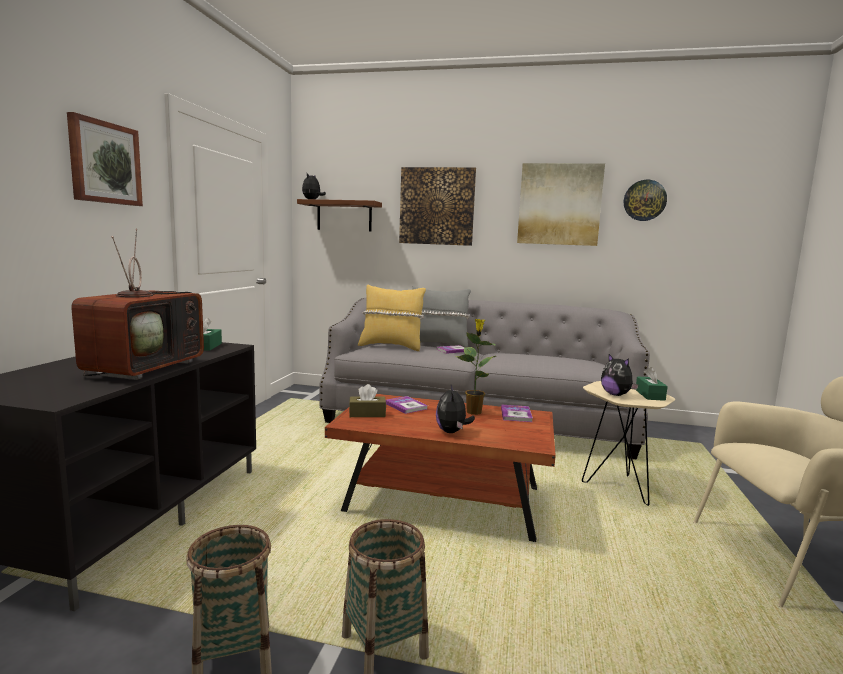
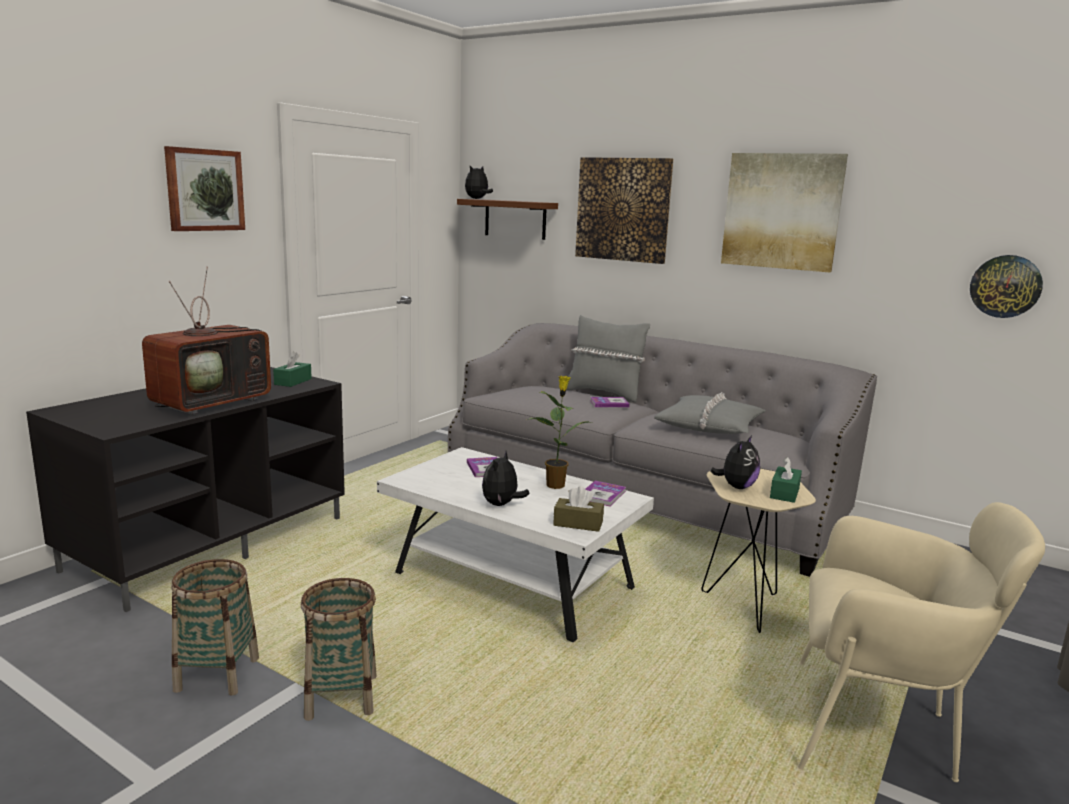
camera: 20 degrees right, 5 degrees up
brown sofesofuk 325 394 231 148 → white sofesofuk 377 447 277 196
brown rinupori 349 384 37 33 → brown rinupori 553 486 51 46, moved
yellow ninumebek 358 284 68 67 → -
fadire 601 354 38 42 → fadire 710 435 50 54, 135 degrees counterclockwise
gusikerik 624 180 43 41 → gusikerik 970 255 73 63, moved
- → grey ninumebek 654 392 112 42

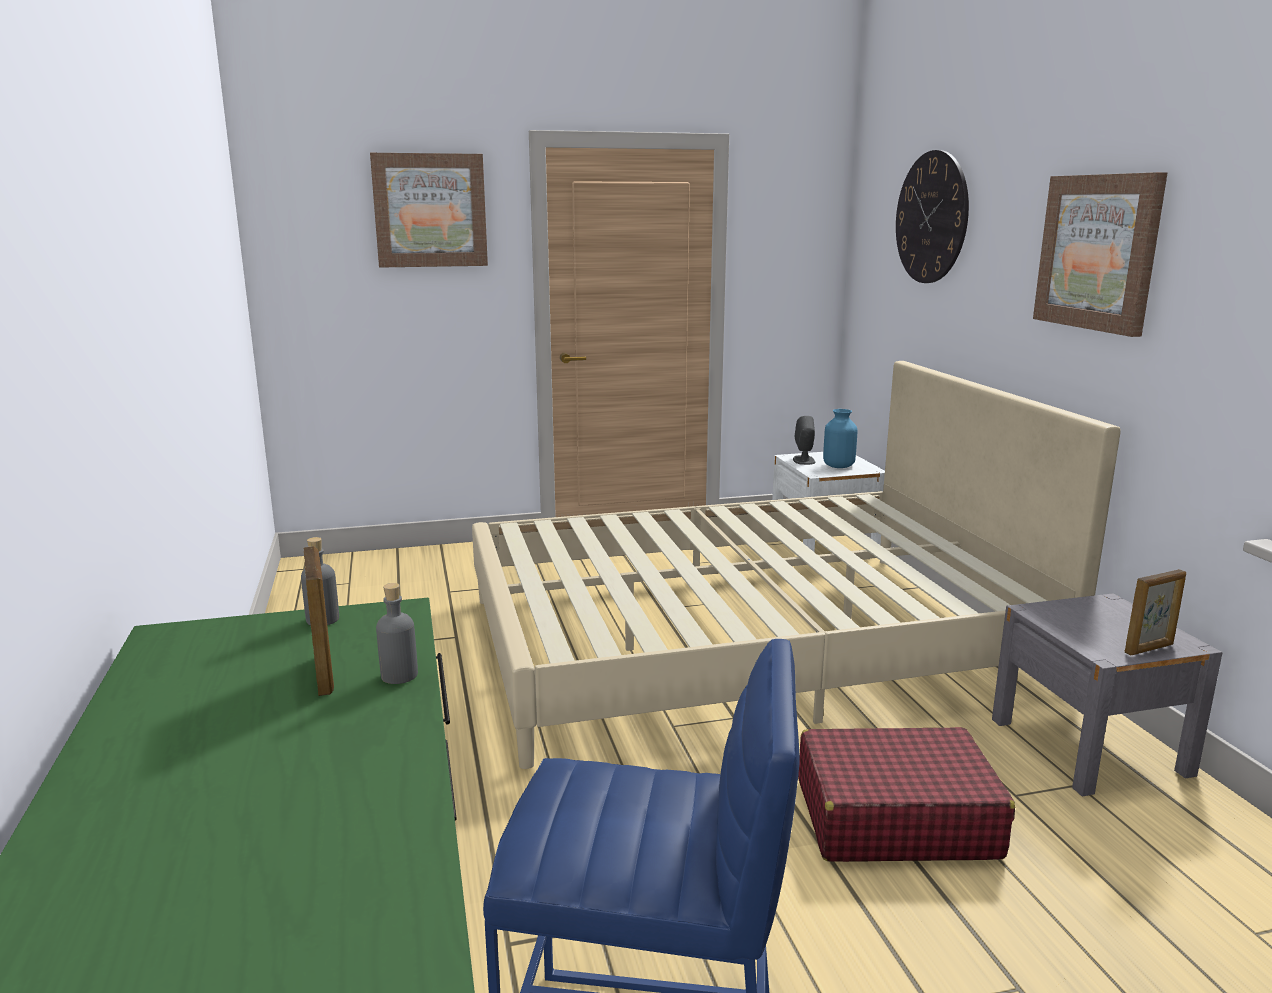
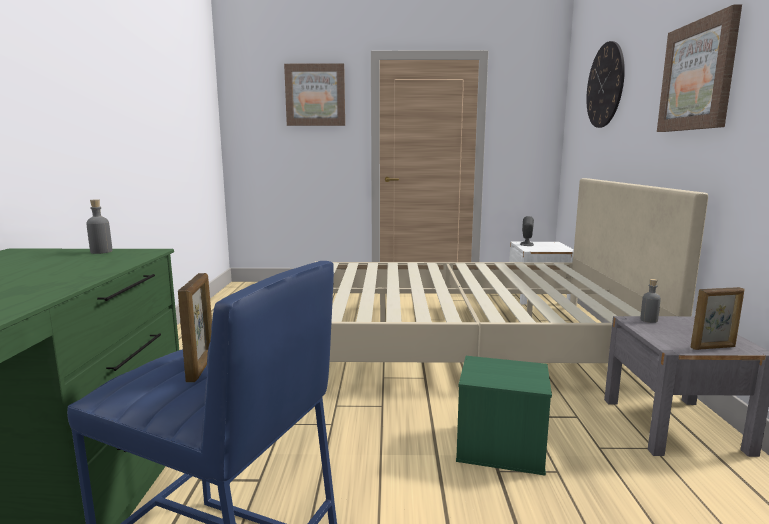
camera: 15 degrees right, 5 degrees down
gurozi 304 546 30 150 → gurozi 178 273 34 109, moved
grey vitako 376 583 42 101 → grey vitako 640 279 21 44, moved
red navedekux 798 727 217 135 → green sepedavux 456 356 96 120
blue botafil 823 409 35 59 → -

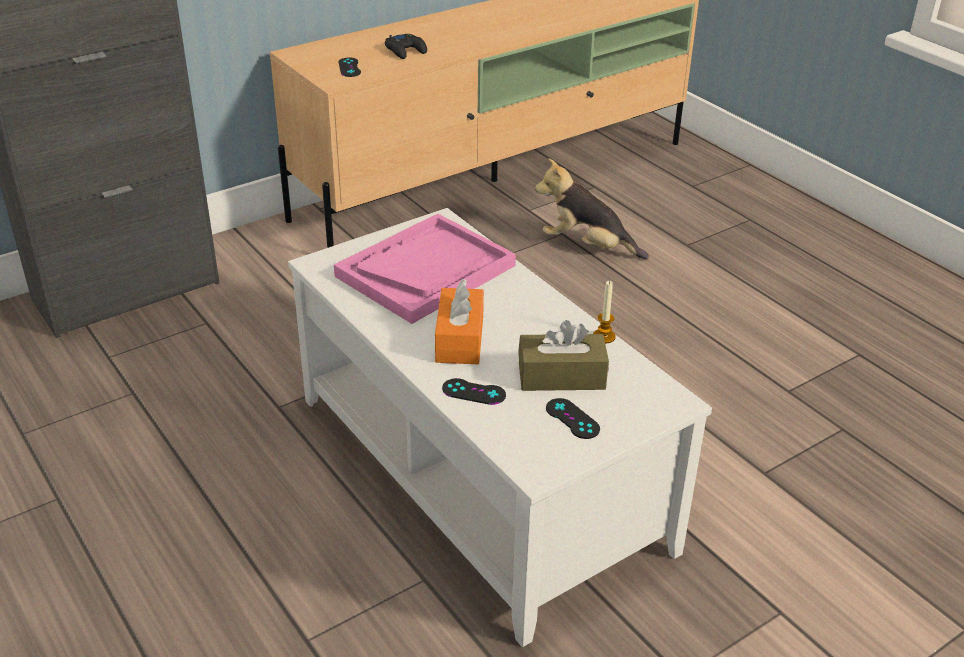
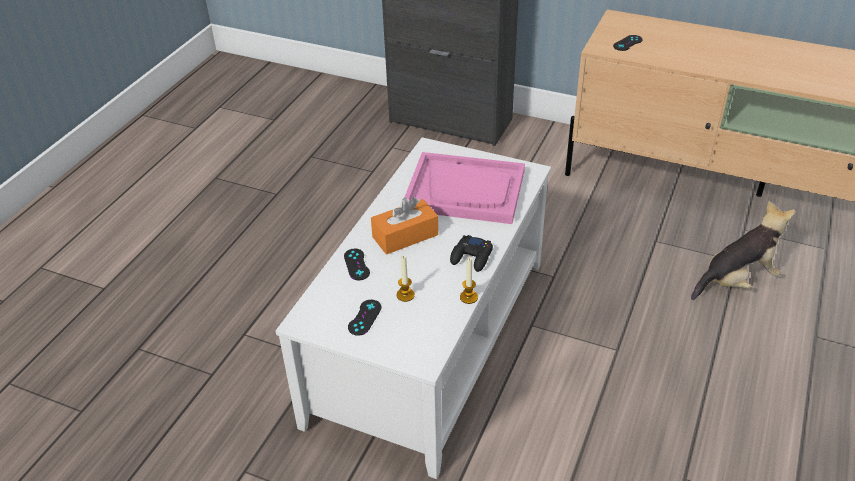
camera: 60 degrees right, 5 degrees up
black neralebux 385 34 42 25 → black neralebux 450 235 43 37, moved
brown rinupori 518 320 91 71 → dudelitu 397 255 18 47
fadire 535 158 114 101 → fadire 691 201 104 99, 75 degrees clockwise

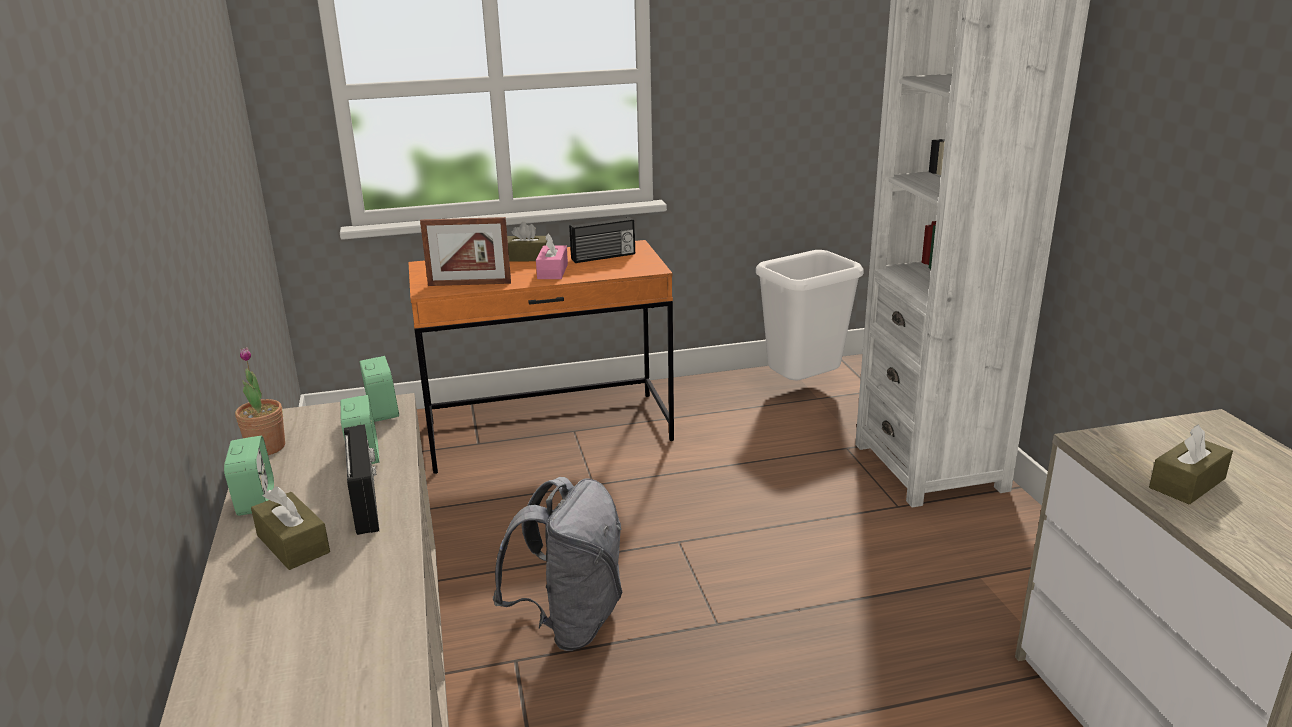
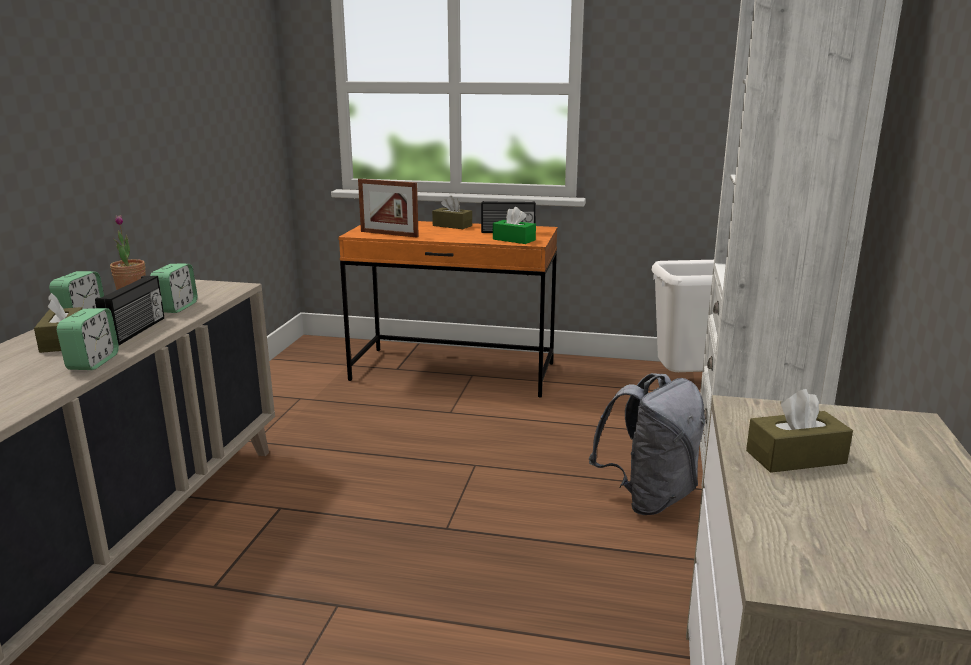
camera: 25 degrees right, 5 degrees down
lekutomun 360 356 39 66 → lekutomun 57 308 62 62, moved
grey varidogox 493 477 129 174 → grey varidogox 589 373 116 142, moved
pink rinupori 536 234 32 45 → -
- → green rinupori 493 207 43 37

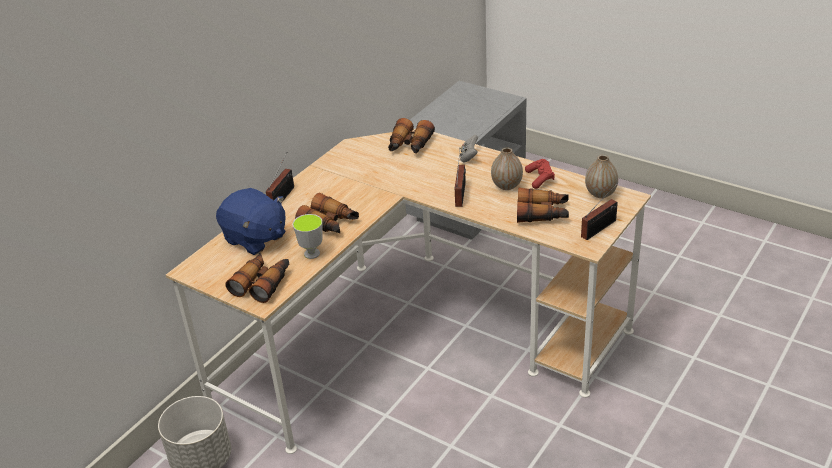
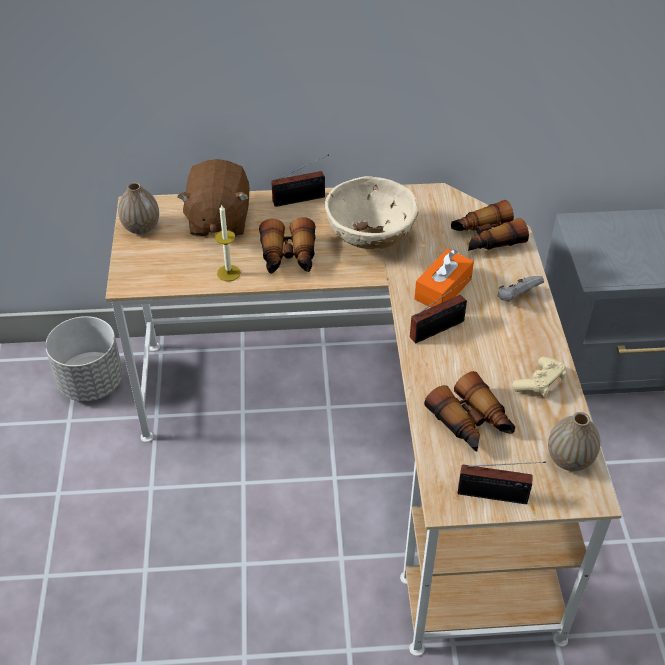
camera: 50 degrees right, 10 degrees up
blue fadire 216 188 70 67 → brown fadire 177 159 73 78
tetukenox 225 253 64 50 → -
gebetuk 292 214 30 45 → dudelitu 215 204 26 77
botafil 491 148 32 42 → botafil 118 182 41 53, moved
red neralebux 525 159 30 30 → beige neralebux 512 356 55 42
- → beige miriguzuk 325 176 94 74
- → orange rinupori 414 249 60 58

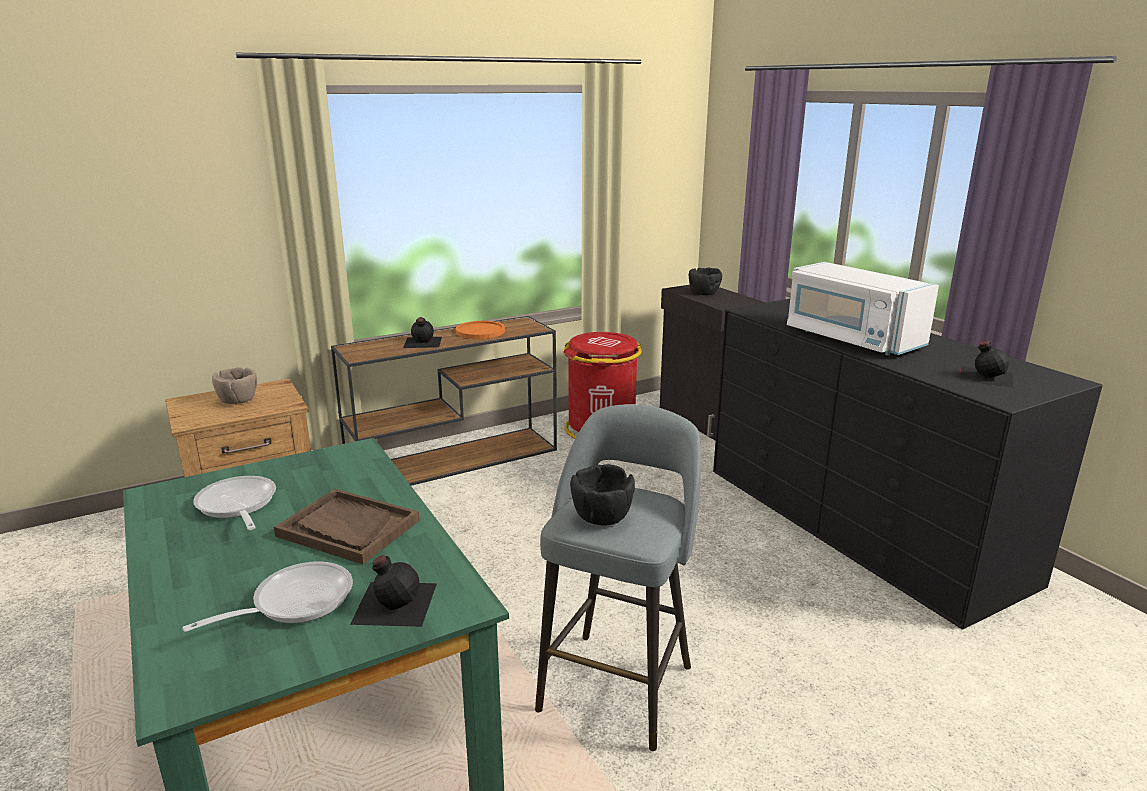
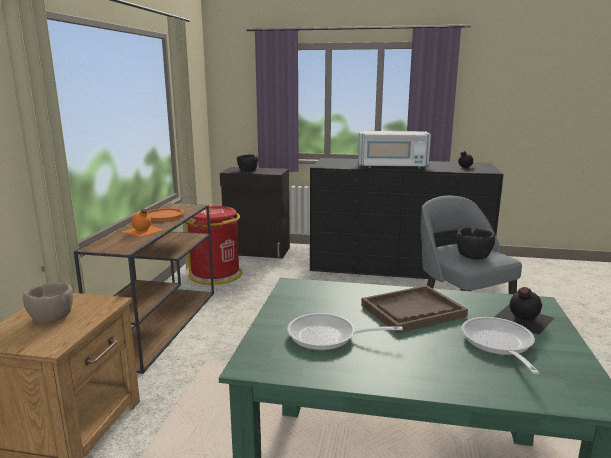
camera: 50 degrees left, 5 degrees down
black vitako 403 317 39 31 → orange vitako 122 209 42 28

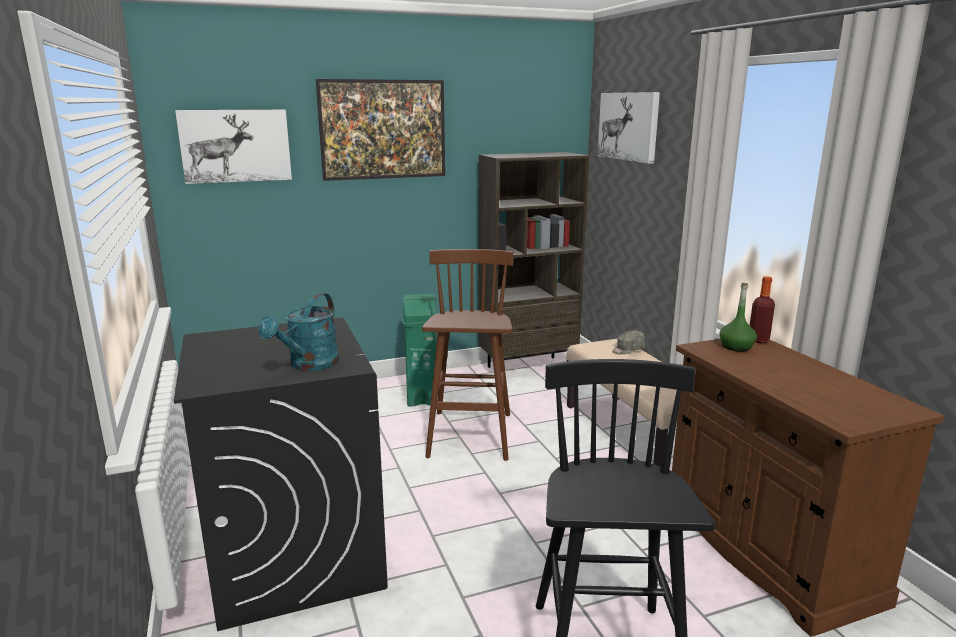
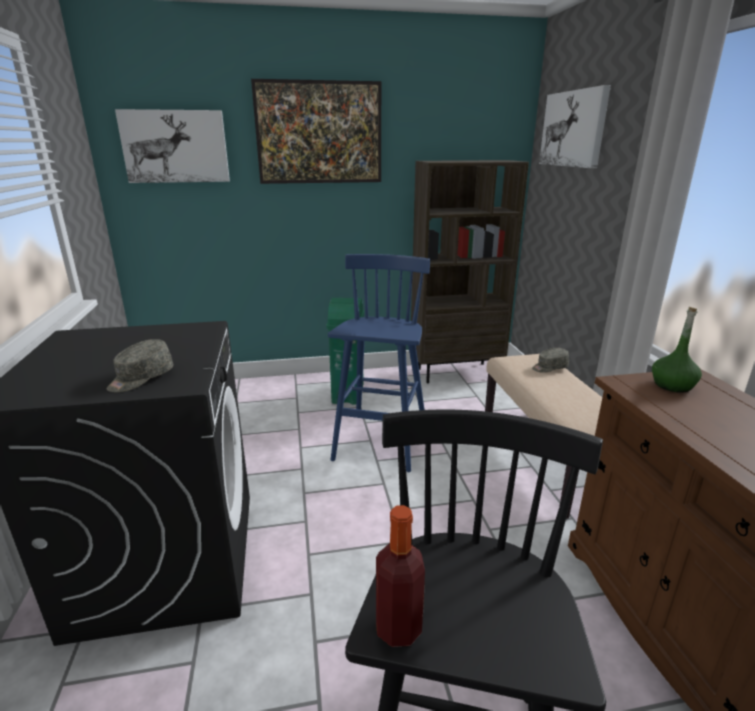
camera: 10 degrees right, 5 degrees up
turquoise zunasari 258 293 81 78 → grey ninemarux 106 339 67 53
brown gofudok 422 249 91 212 → blue gofudok 328 254 102 218
vitako 750 276 25 67 → vitako 376 505 49 142, moved

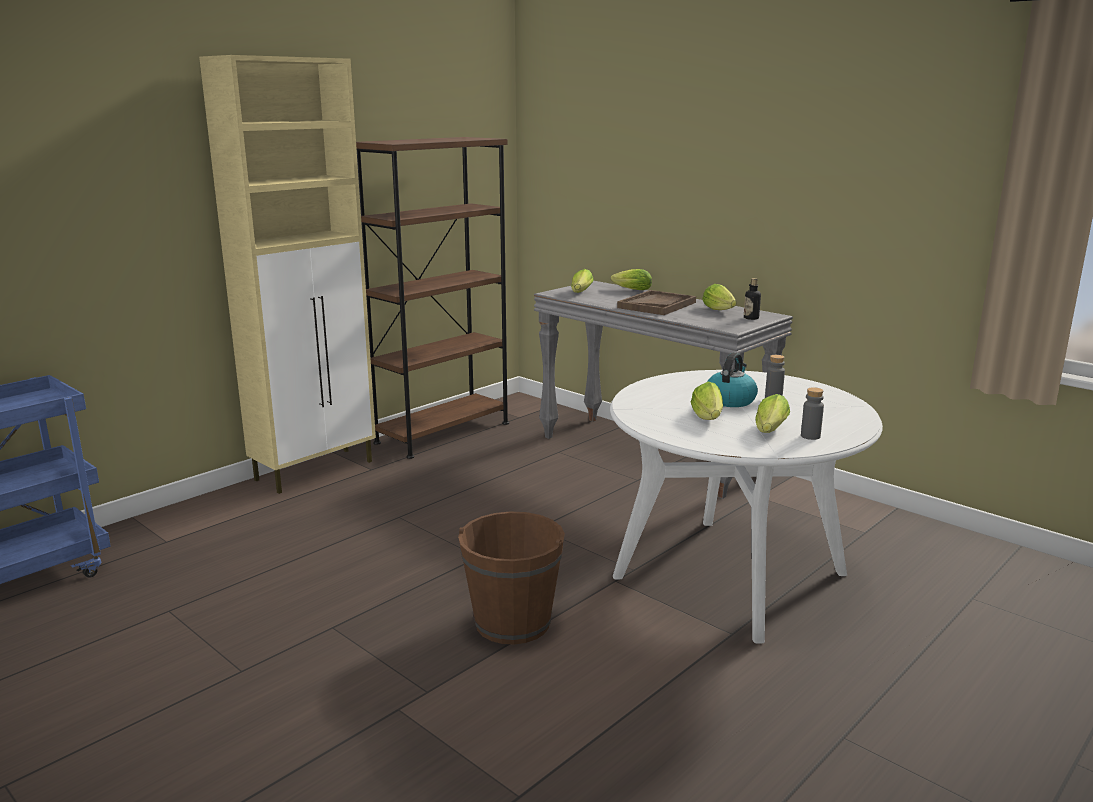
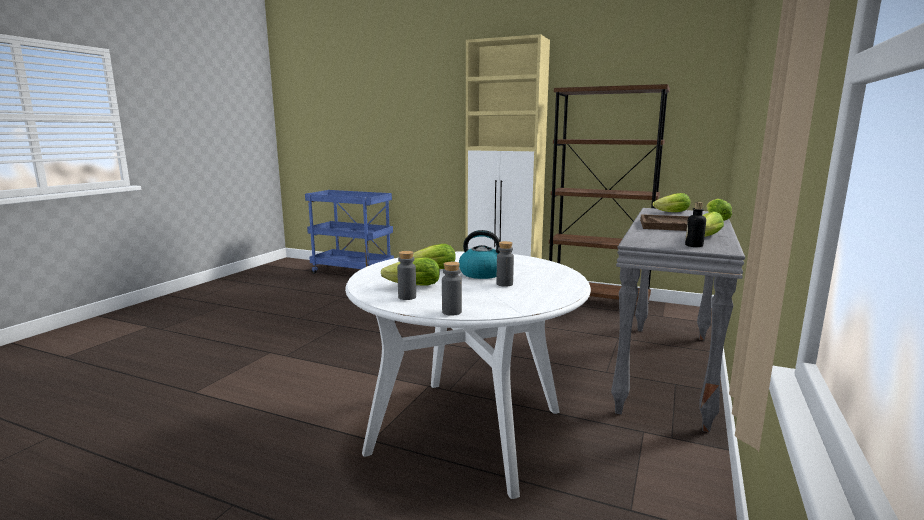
camera: 70 degrees right, 5 degrees down
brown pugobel 458 511 107 133 → -
- → grey vitako 442 262 20 54

